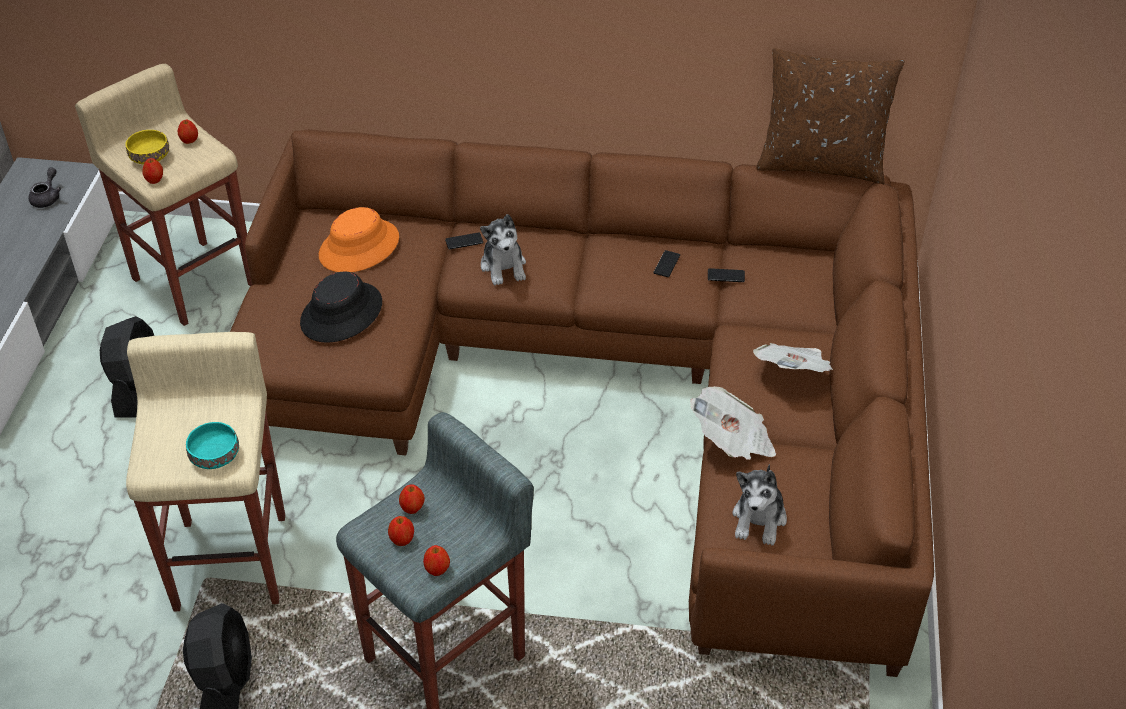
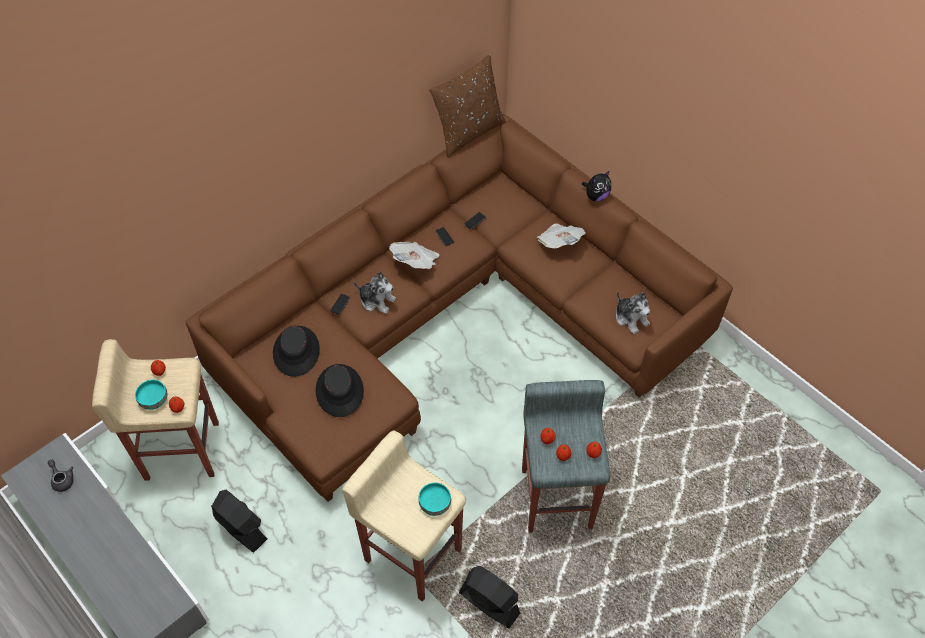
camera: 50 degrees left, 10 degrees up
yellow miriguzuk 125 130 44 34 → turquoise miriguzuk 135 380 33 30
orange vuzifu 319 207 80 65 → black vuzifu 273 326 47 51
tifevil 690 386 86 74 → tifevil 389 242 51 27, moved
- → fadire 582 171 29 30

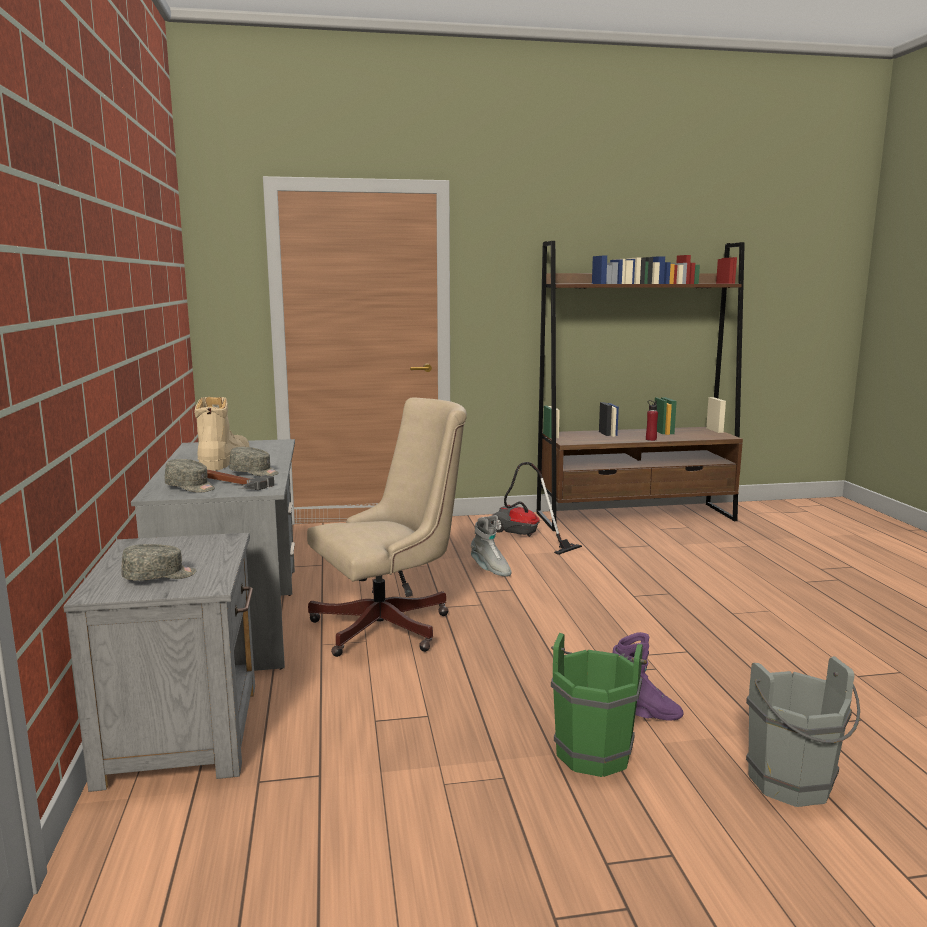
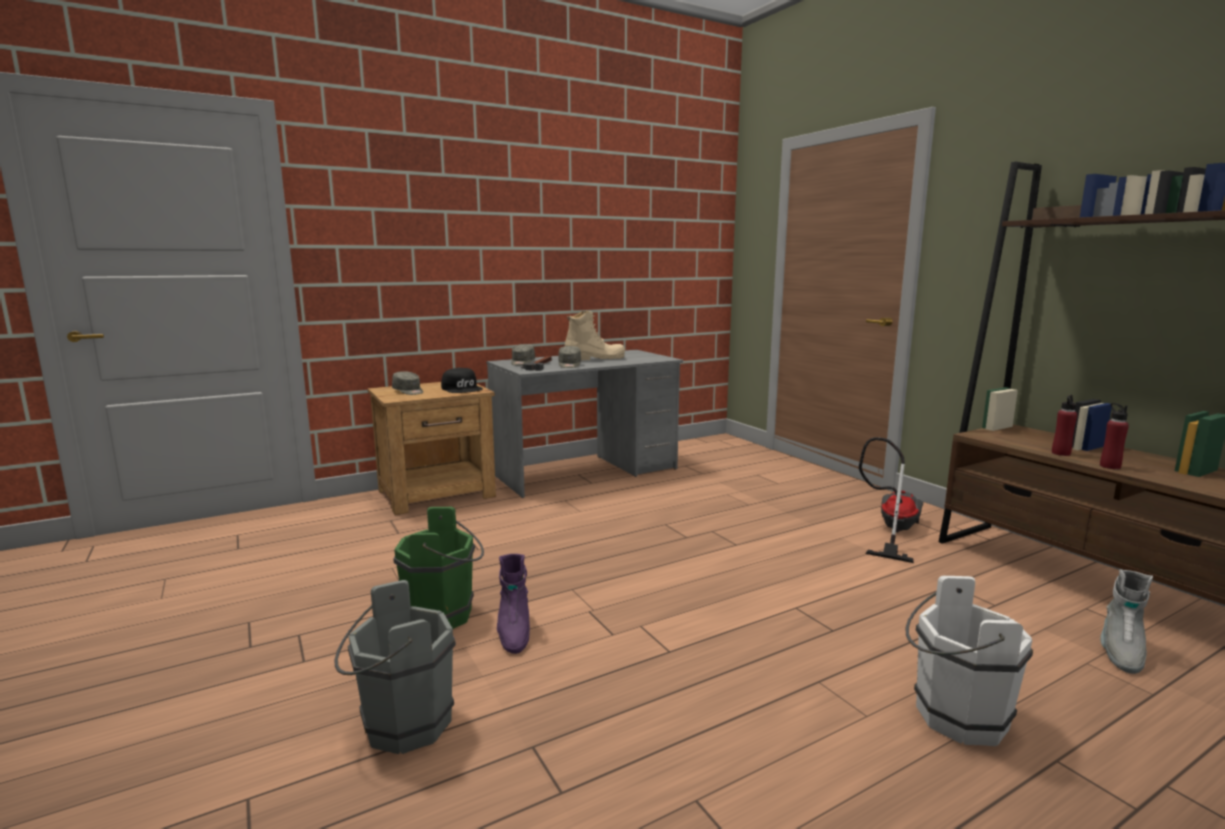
camera: 70 degrees right, 0 degrees up
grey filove 63 533 192 259 → brown filove 367 382 129 133
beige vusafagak 307 397 160 260 → -
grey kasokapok 471 515 41 62 → grey kasokapok 1100 569 53 105, moved
- → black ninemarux 441 368 42 25
- → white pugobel 906 576 127 170
- → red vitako 1052 395 25 61

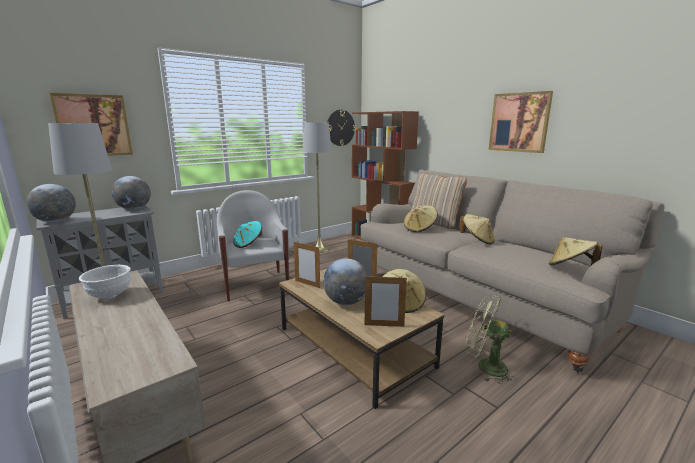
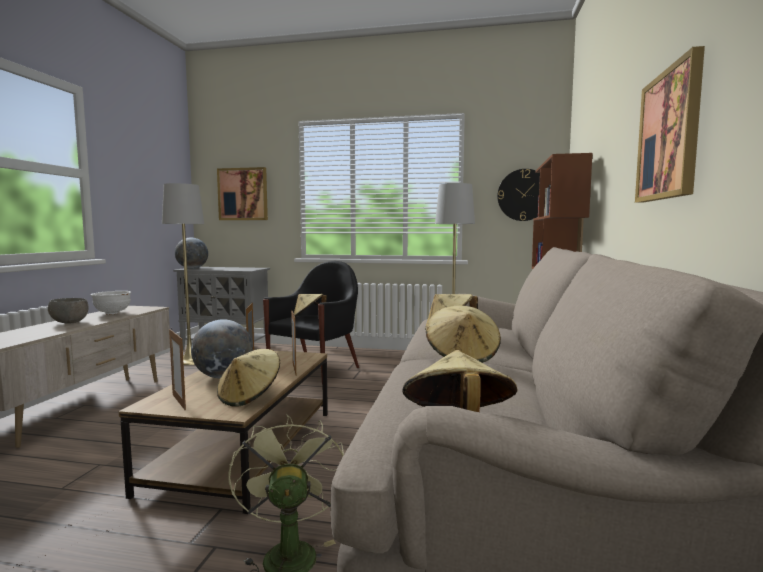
camera: 50 degrees right, 10 degrees down
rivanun 112 176 39 34 → -
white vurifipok 217 190 72 112 → black vurifipok 263 261 96 124
turquoise vuzifu 233 221 29 27 → beige vuzifu 294 294 33 23
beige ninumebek 411 173 56 56 → -
- → grey miriguzuk 48 298 40 26

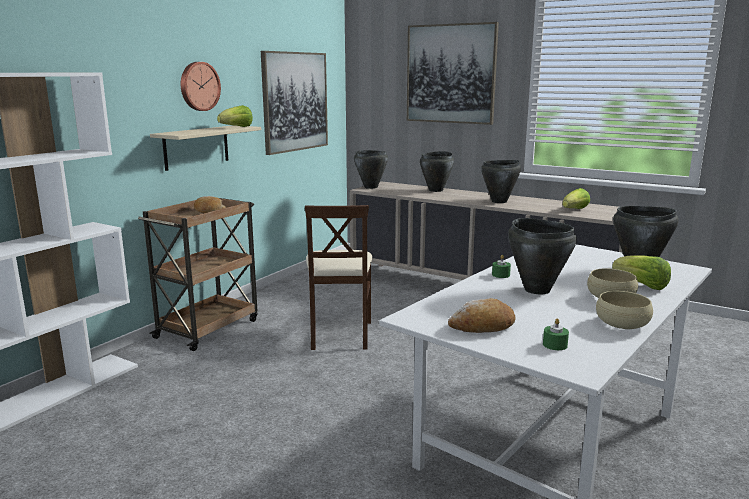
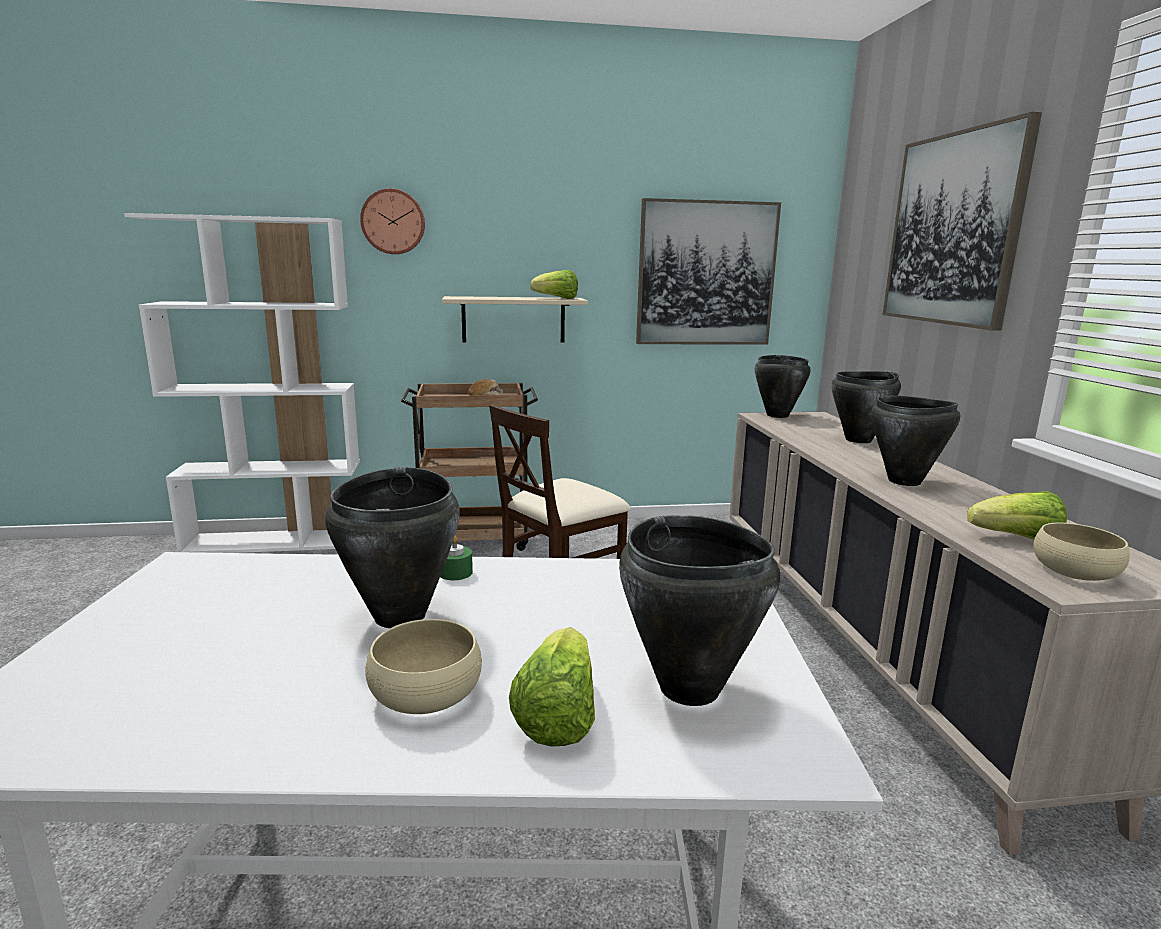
camera: 50 degrees right, 0 degrees up
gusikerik 181 62 40 49 → gusikerik 360 188 65 66, moved
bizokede 448 298 68 35 → -
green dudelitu 543 318 26 32 → -
beige miriguzuk 596 291 57 38 → beige miriguzuk 1033 523 97 58, moved

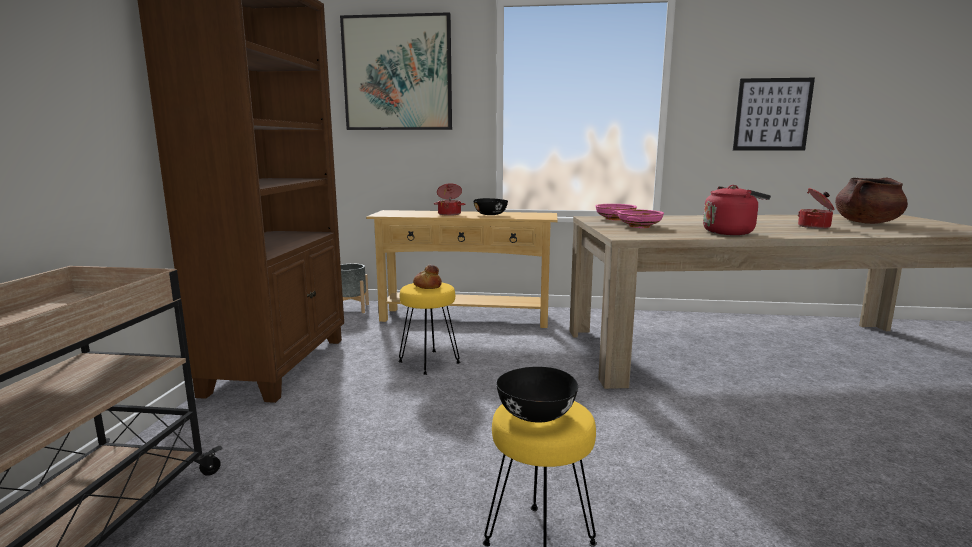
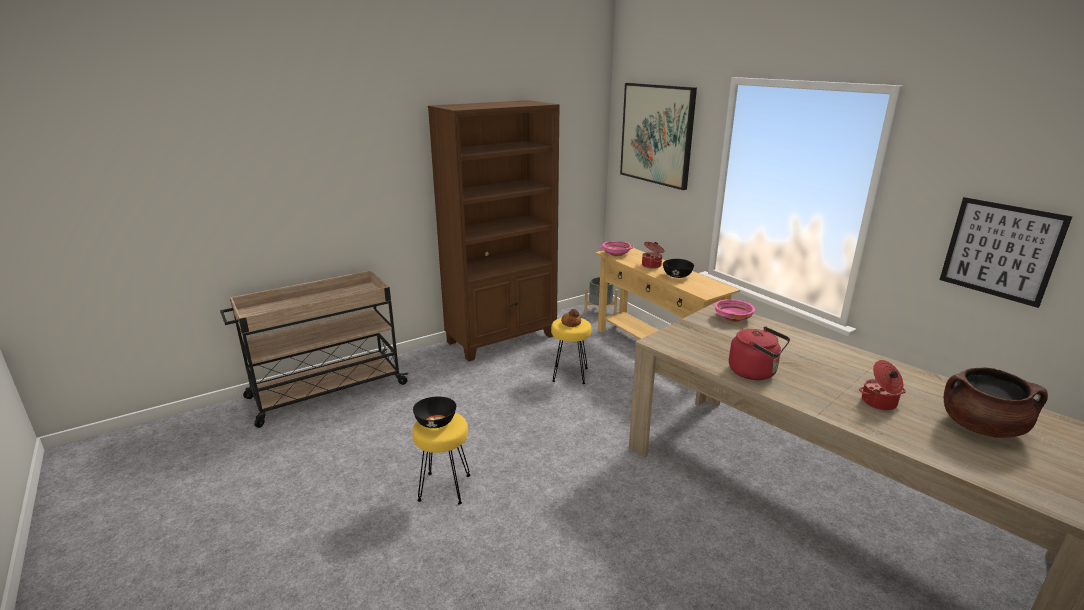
camera: 50 degrees right, 10 degrees up
pink miriguzuk 618 209 46 19 → pink miriguzuk 599 241 35 15, moved

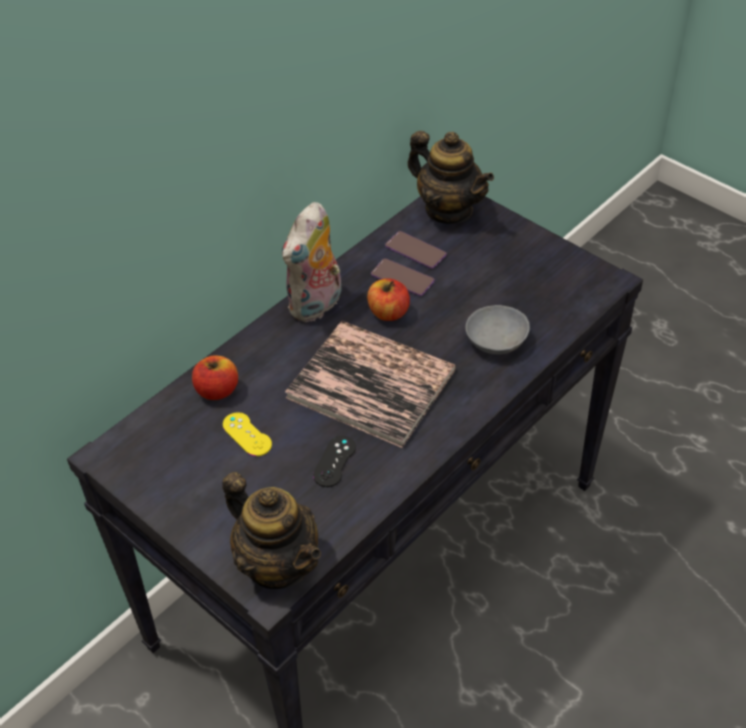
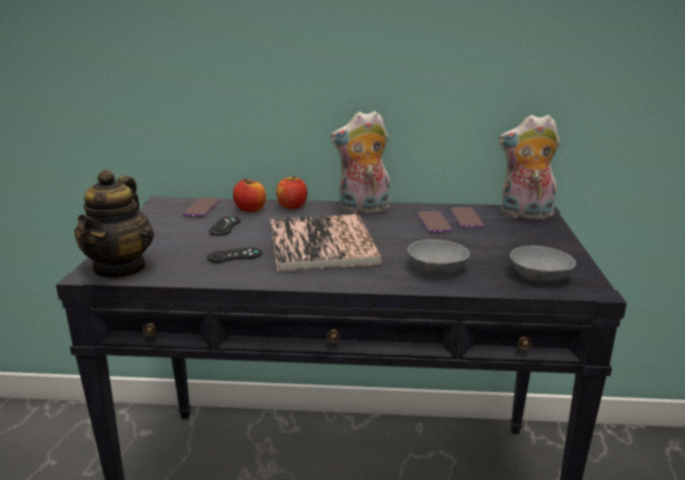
camera: 50 degrees right, 25 degrees down
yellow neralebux 223 412 49 44 → black neralebux 209 216 32 20
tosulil 367 278 43 43 → tosulil 276 176 31 33, moved
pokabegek 408 131 86 93 → fadire 499 115 61 107
- → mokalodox 183 198 37 19
- → grey miriguzuk 510 246 66 37

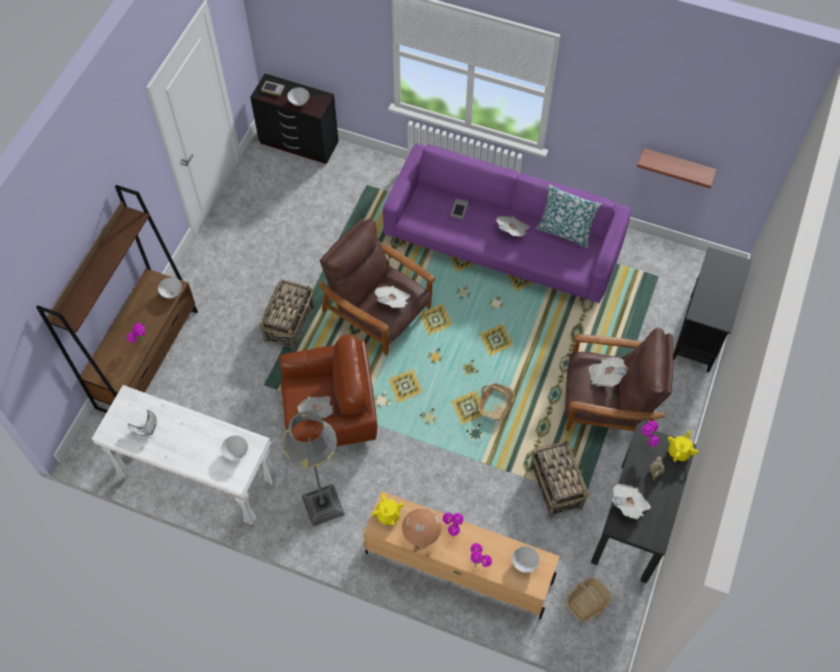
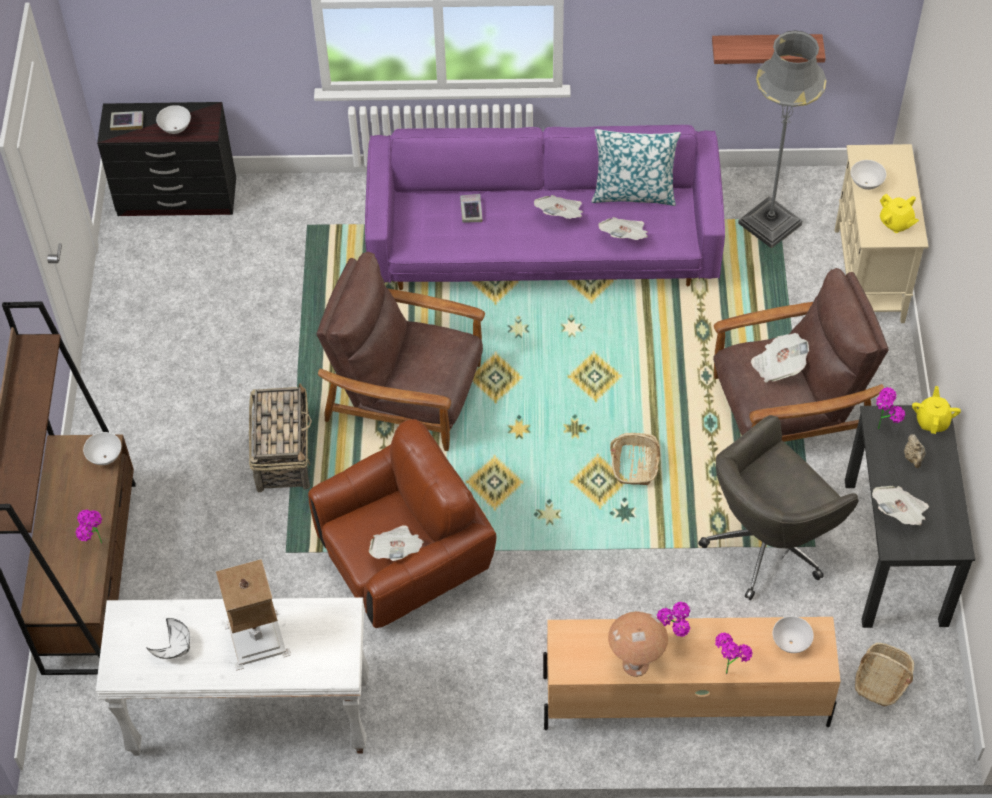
camera: 20 degrees left, 5 degrees down
white miriguzuk 221 435 27 25 → white miriguzuk 851 160 35 30, moved
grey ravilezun 282 411 63 116 → grey ravilezun 738 31 89 218, moved
yellow pokabegek 372 494 32 31 → yellow pokabegek 880 194 39 39, moved
tifevil 375 286 35 22 → tifevil 598 217 50 23, moved
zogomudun 530 440 60 78 → grey vusafagak 698 415 161 185
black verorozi 673 247 79 125 → beige verorozi 835 144 93 179
- → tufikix 216 559 75 112

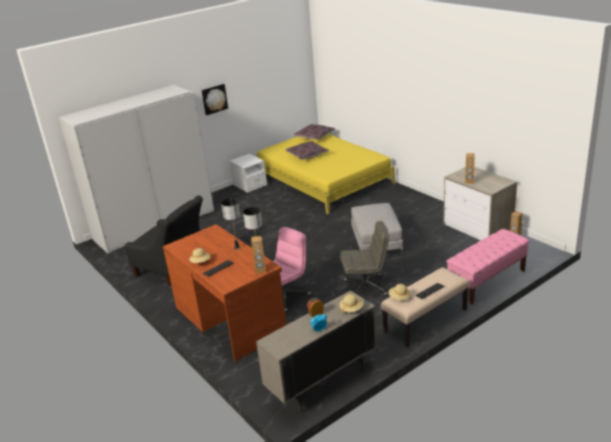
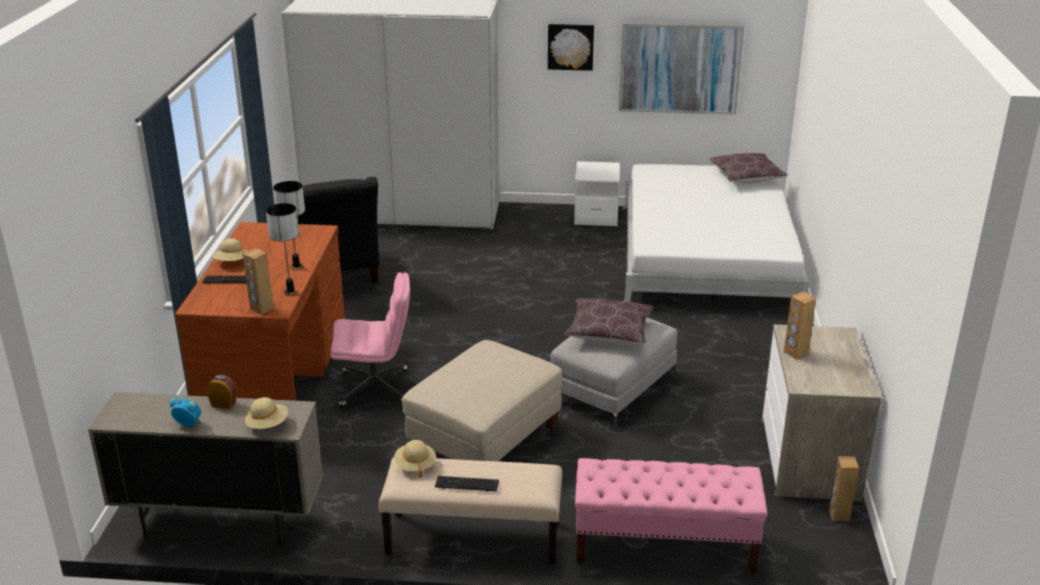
camera: 40 degrees right, 0 degrees up
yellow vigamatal 257 134 139 80 → white vigamatal 623 164 186 138
brown ninumebek 285 141 44 19 → brown ninumebek 565 298 88 46, moved
grey vusafagak 340 221 49 75 → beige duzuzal 402 340 160 121
- → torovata 619 22 125 92

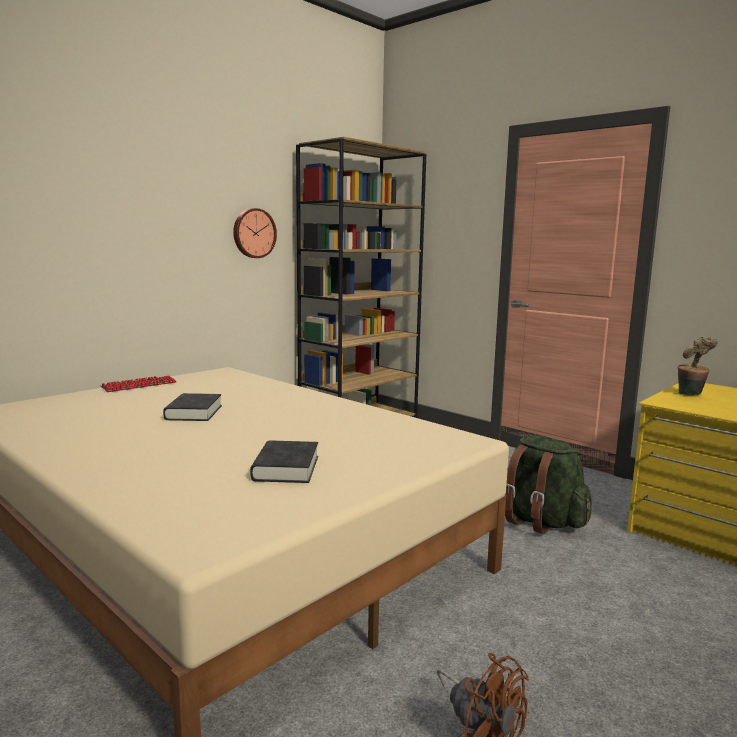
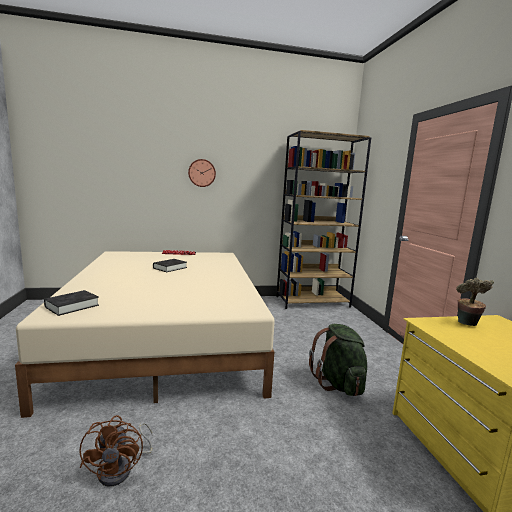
camera: 35 degrees right, 0 degrees up
gusikerik 233 208 44 50 → gusikerik 188 159 28 28, moved
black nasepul 250 440 68 43 → black nasepul 44 290 55 26, moved

